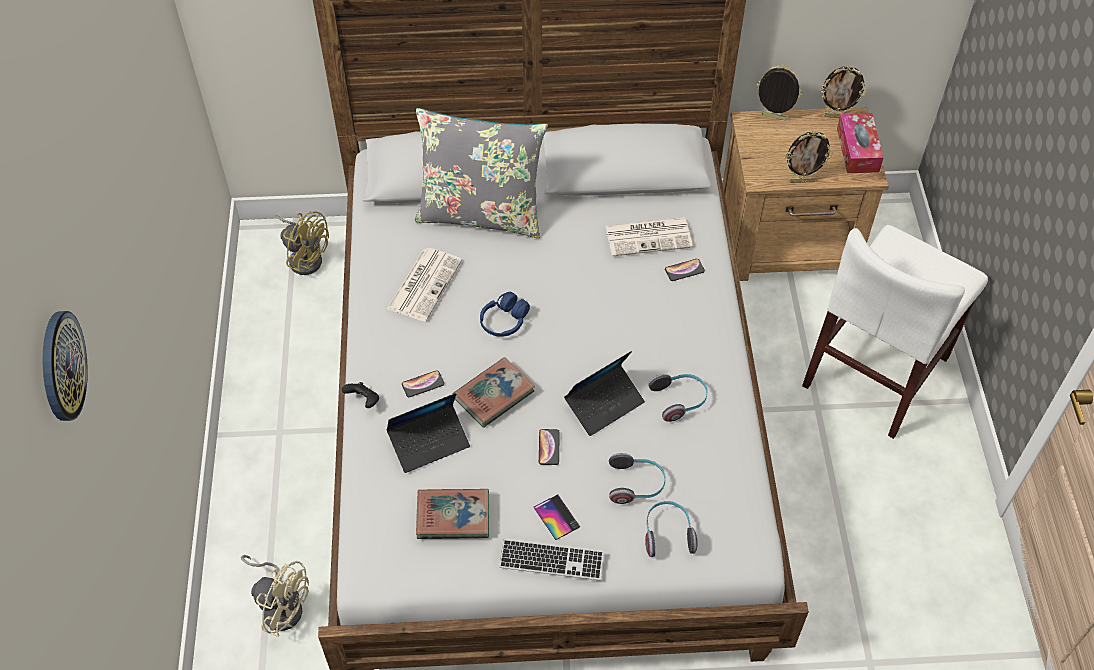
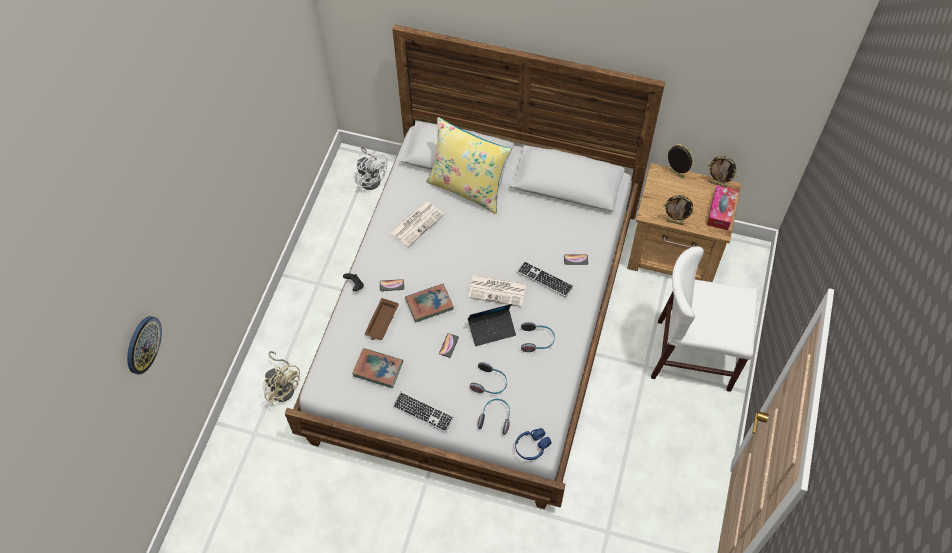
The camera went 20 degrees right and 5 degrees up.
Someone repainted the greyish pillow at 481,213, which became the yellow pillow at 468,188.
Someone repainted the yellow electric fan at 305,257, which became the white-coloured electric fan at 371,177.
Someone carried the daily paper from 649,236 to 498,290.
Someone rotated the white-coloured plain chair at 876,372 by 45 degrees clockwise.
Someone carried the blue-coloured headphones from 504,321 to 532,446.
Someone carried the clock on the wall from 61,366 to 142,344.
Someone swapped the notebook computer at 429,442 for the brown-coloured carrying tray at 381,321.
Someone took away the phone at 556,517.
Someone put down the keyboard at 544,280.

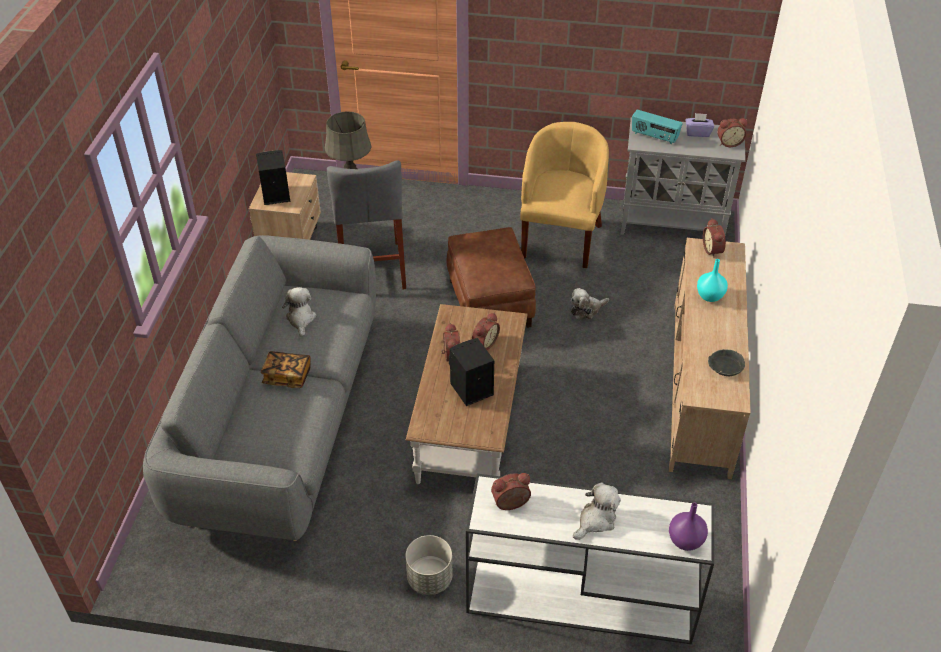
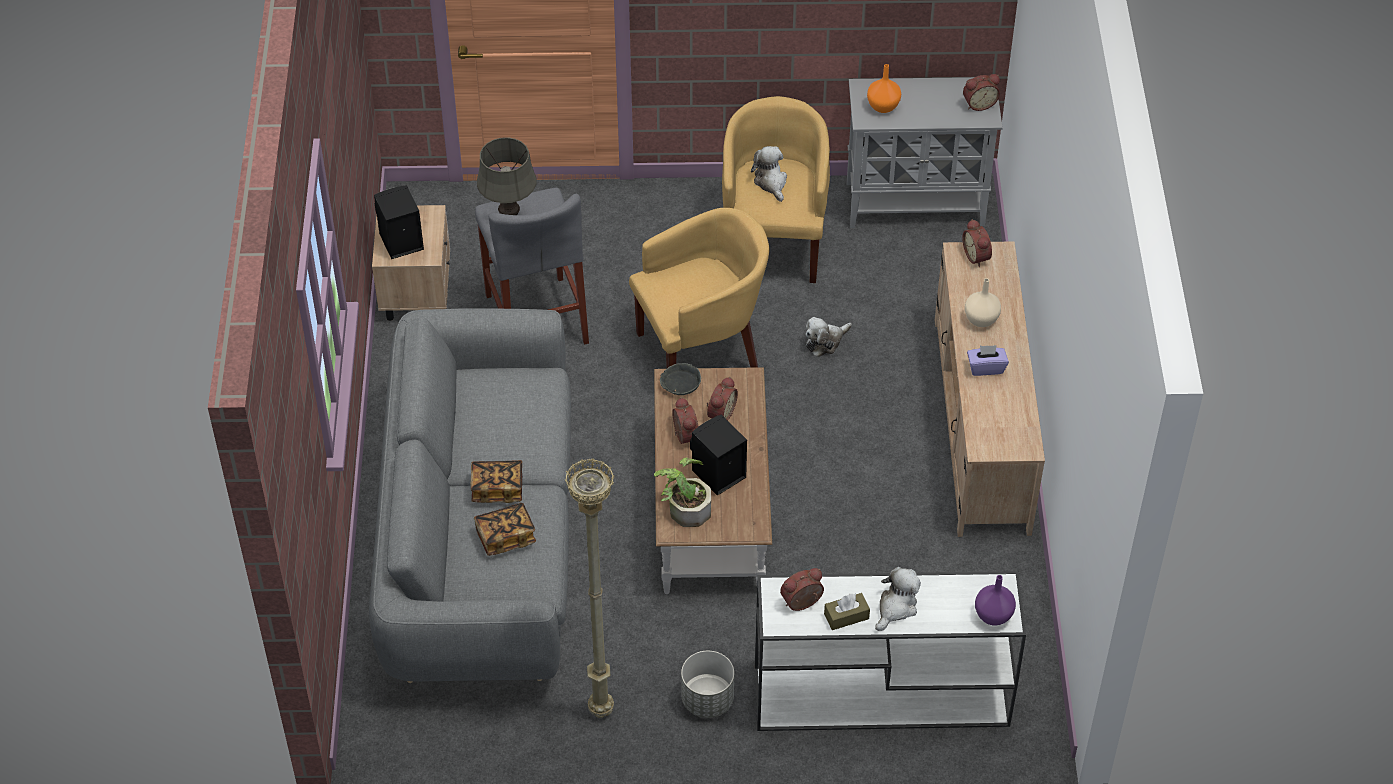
The camera went 10 degrees left and 5 degrees up.
Someone swapped the radio receiver at 654,137 for the orange-coloured flower vase at 883,106.
Someone carried the purple tissue box from 697,133 to 986,367.
Someone swapped the brown-coloured footrest at 490,303 for the yellow lounge chair at 701,348.
Someone repainted the turquoise-coloured flower vase at 710,296, which became the beige flower vase at 981,320.
Someone carried the soft toy from 301,319 to 771,182.
Someone carried the greyish deep dish from 725,366 to 680,383.
Someone put down the beige floor lamp at 601,709.
Someone put down the plant in a pot at 685,507.
Someone put down the book at 505,537.
Someone put down the brown-coloured tissue box at 846,616.

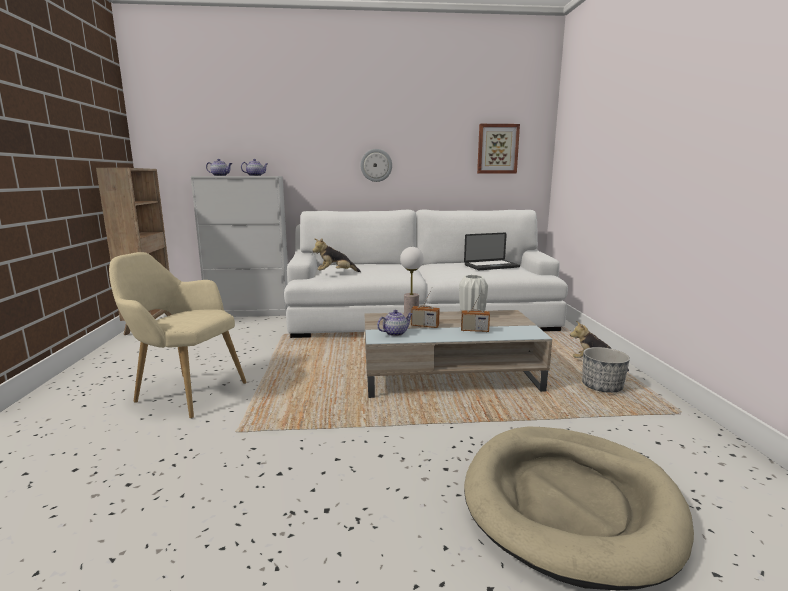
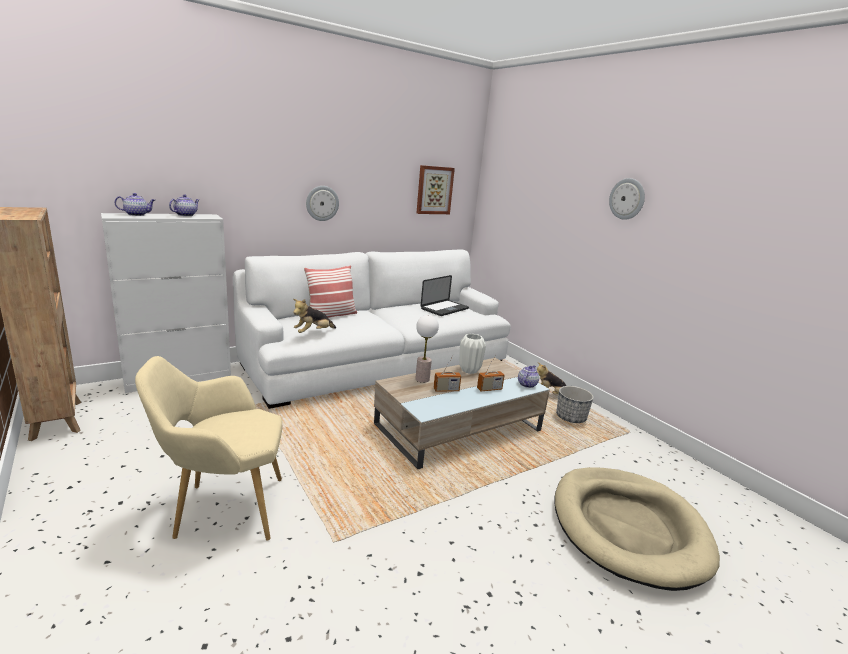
The camera went 30 degrees left and 5 degrees up.
Someone carried the teapot from 395,333 to 527,384.
Someone put up the clock on the wall at 627,199.
Someone put down the pillow at 331,315.

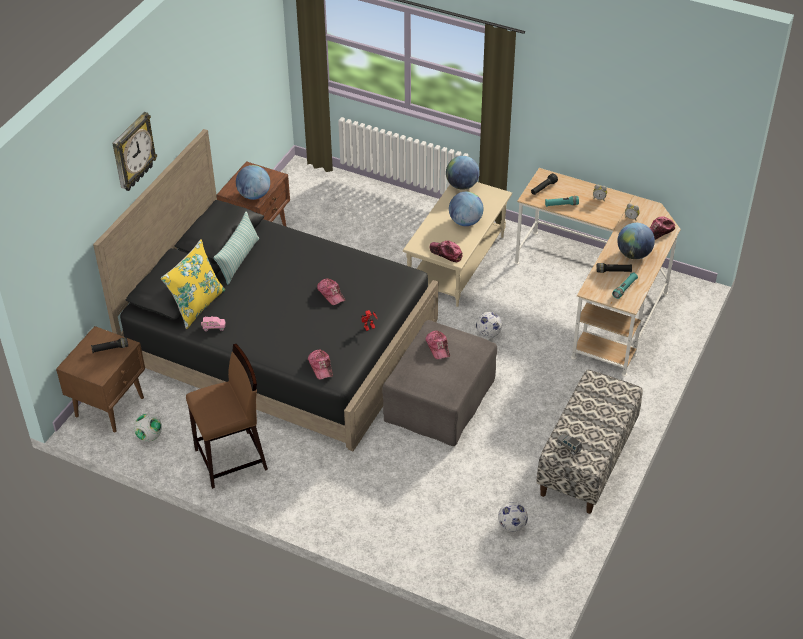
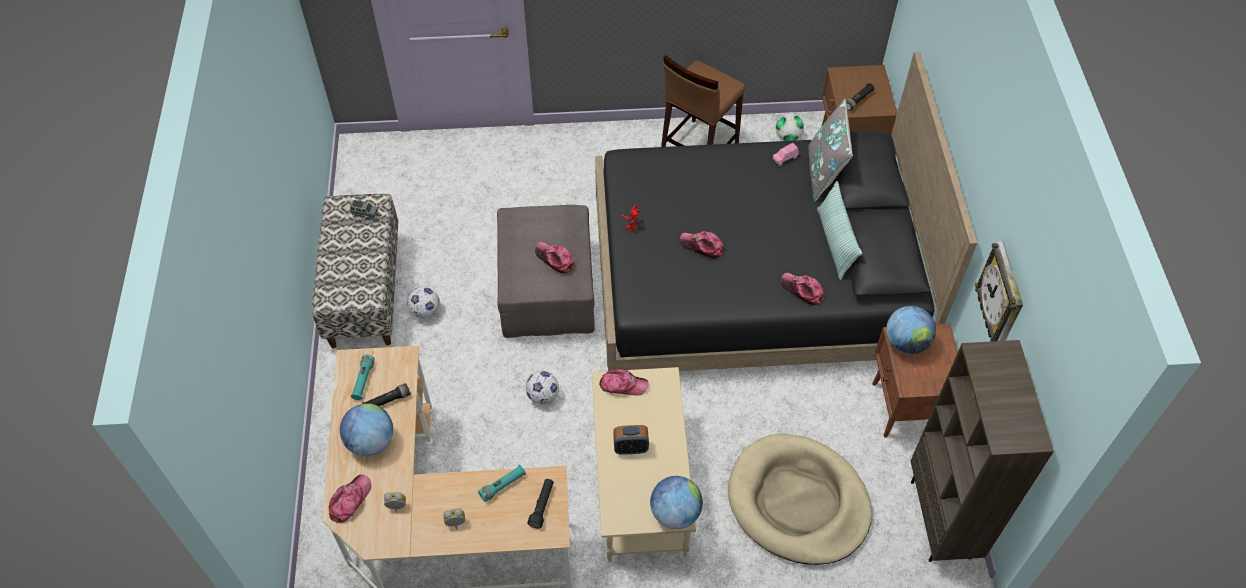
The camera went 150 degrees right and 10 degrees up.
Someone carried the clock on the wall from 132,152 to 1001,298.
Someone swapped the world globe at 465,222 for the alarm clock at 631,448.
Someone repainted the yellow pillow at 197,305, which became the greyish pillow at 824,173.
Someone carried the cap from 321,366 to 802,290.
Someone carried the ball for football from 512,525 to 425,311.
Someone put down the brown-coloured bookshelf at 942,520.
Someone put down the beige dog bed at 798,502.

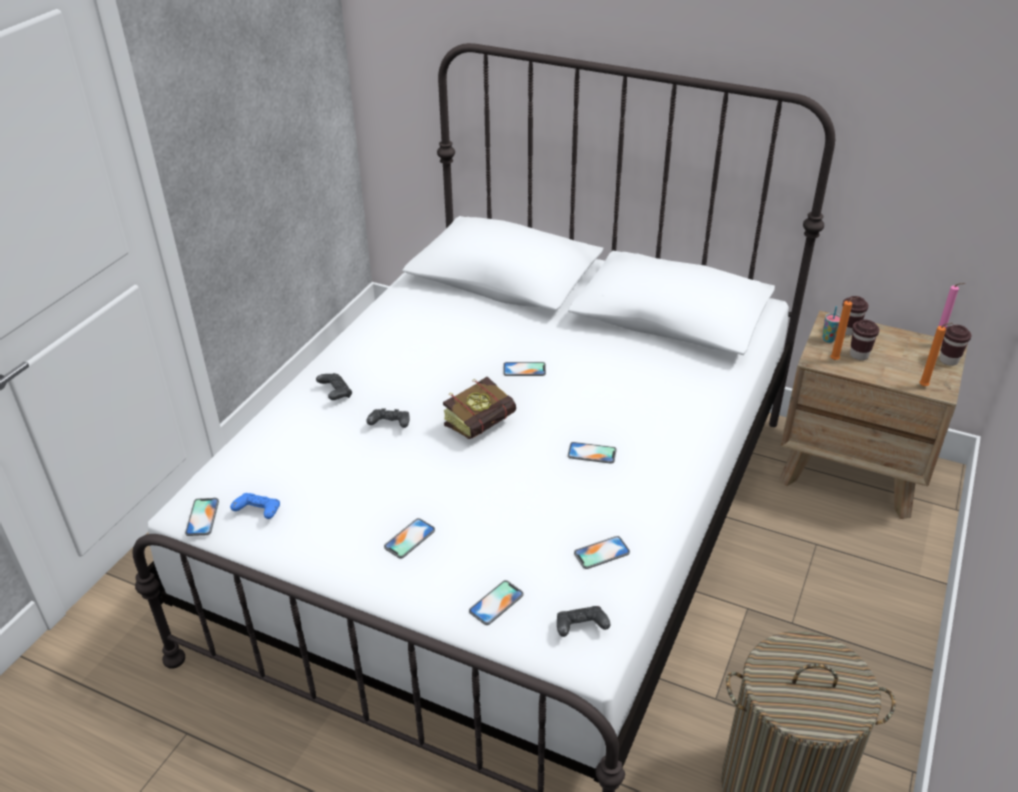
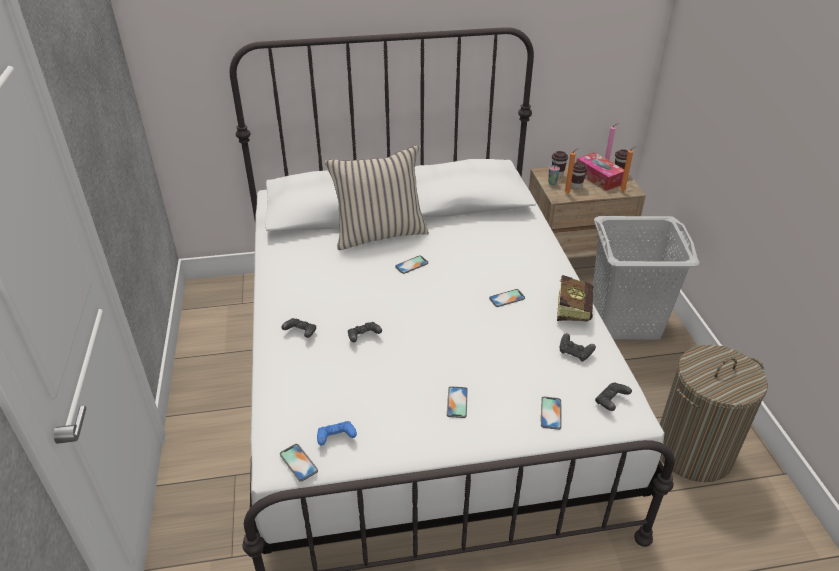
The camera went 35 degrees left and 0 degrees up.
Someone carried the book from 485,423 to 573,308.
Someone swapped the phone at 601,553 for the blackish gamepad at 575,353.
Someone put down the beige pillow at 379,234.
Someone put down the tissue box at 598,177.
Someone put down the greyish washing basket at 625,321.

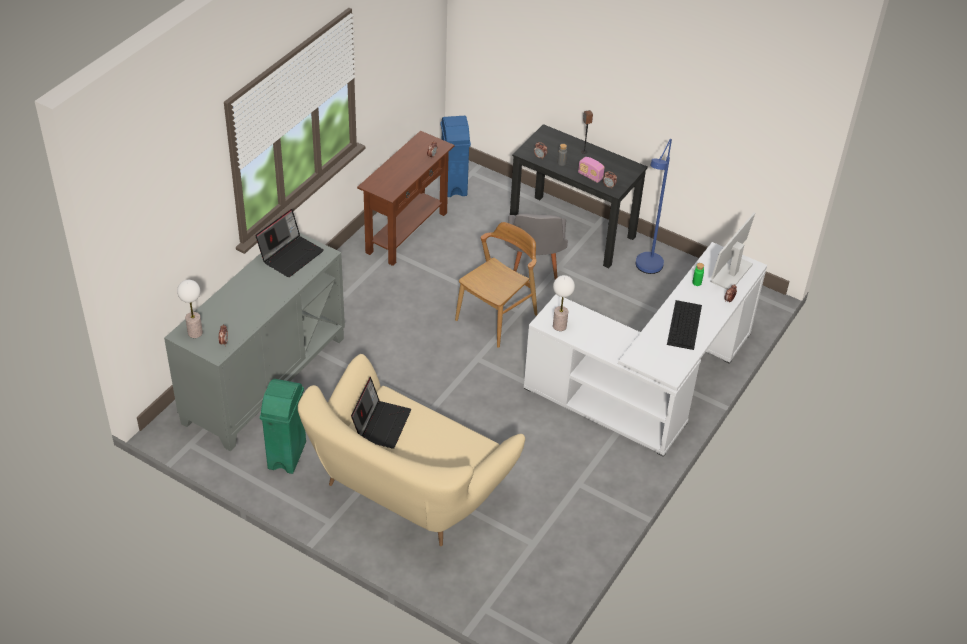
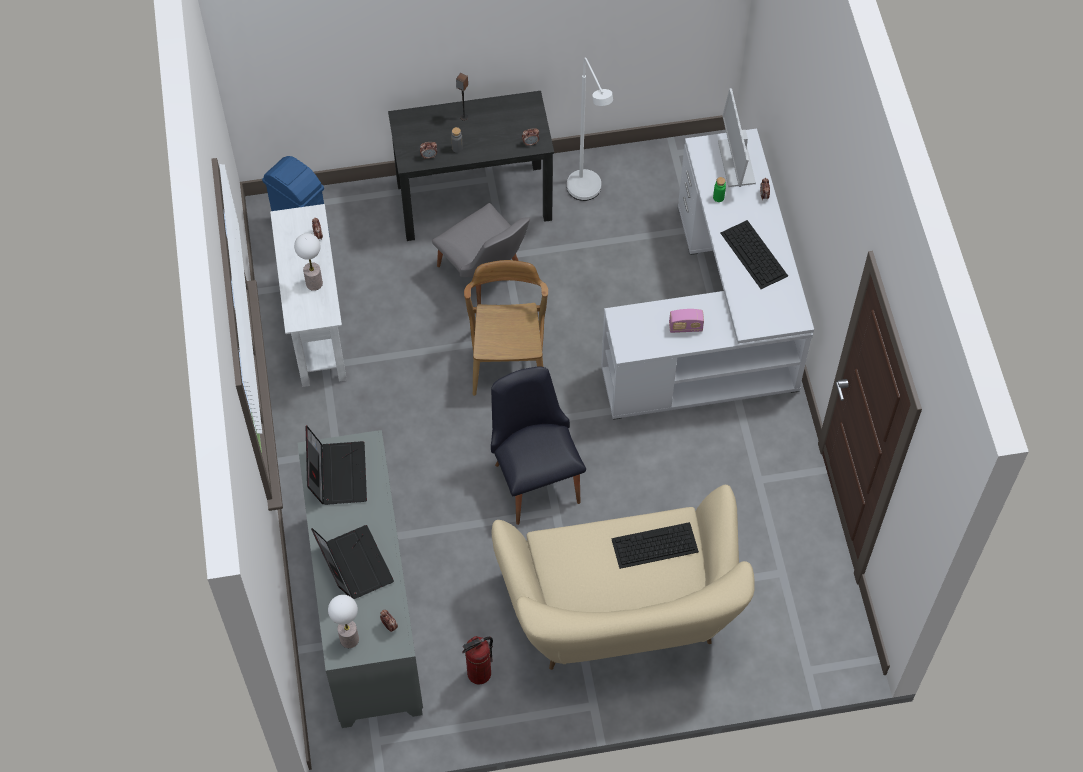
The camera went 40 degrees left and 15 degrees up.
Someone repainted the brown-coloured console table at 406,232, which became the white-coloured console table at 317,329.
Someone repainted the blue-coloured floor lamp at 646,269, which became the white-coloured floor lamp at 587,194.
Someone carried the radio receiver from 590,176 to 685,327.
Someone carried the table lamp from 559,326 to 314,283.
Someone carried the notebook computer from 381,423 to 353,564.
Someone swapped the green trash can at 286,456 for the extinguisher at 479,674.
Someone put down the blackish plain chair at 534,475.
Someone put down the keyboard at 654,546.

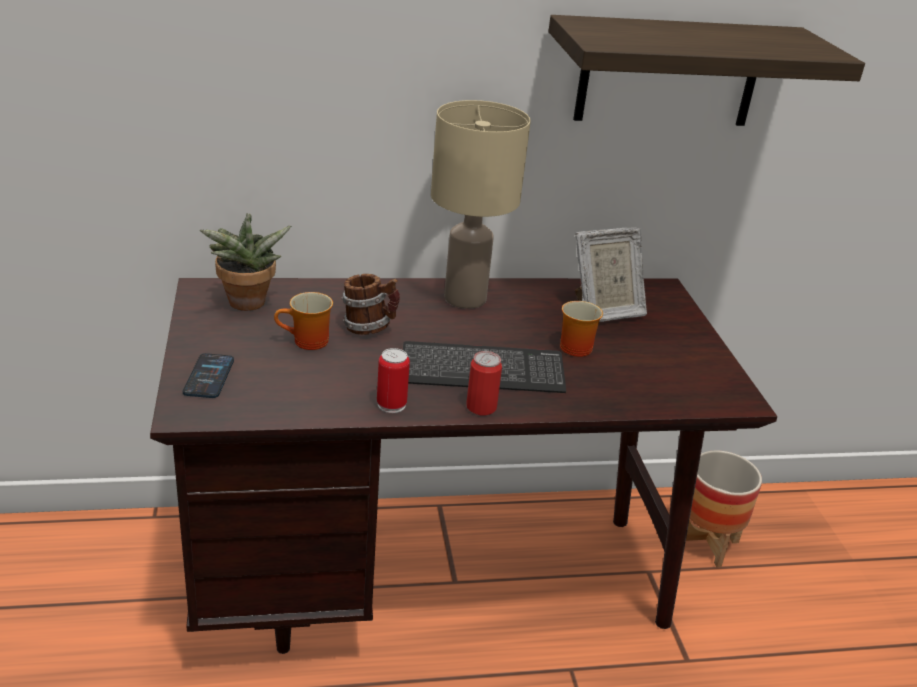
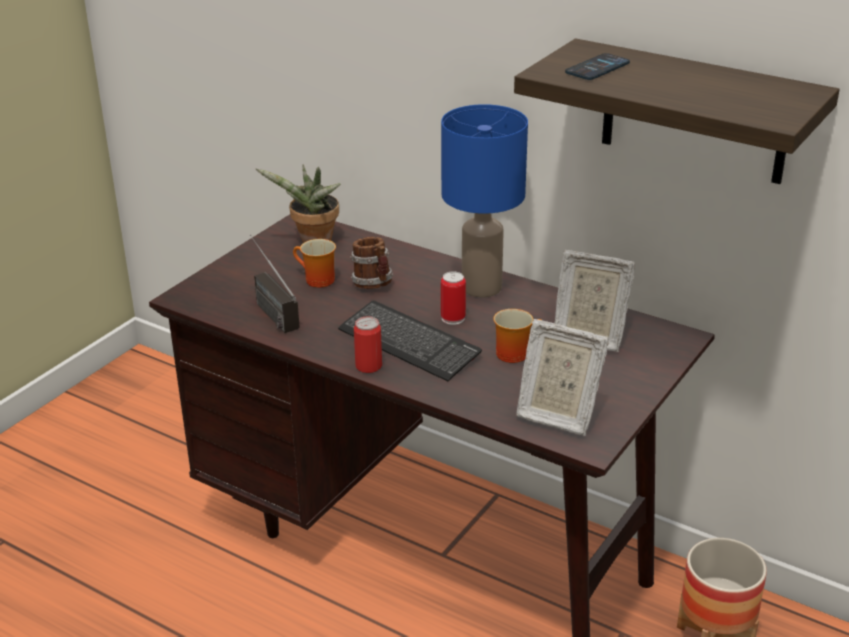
The camera went 45 degrees right and 0 degrees up.
Someone repainted the beige table lamp at 466,299, which became the blue-coloured table lamp at 481,288.
Someone carried the metal can from 391,404 to 453,318.
Someone carried the phone from 209,377 to 597,68.
Someone put down the radio receiver at 268,308.
Someone put down the standing frame at 556,414.

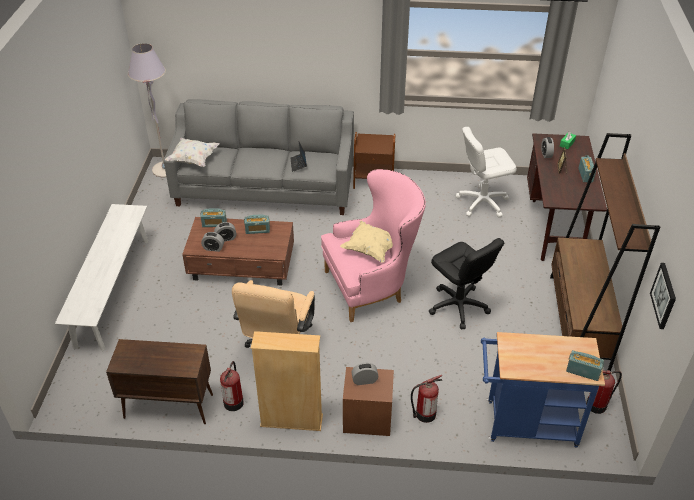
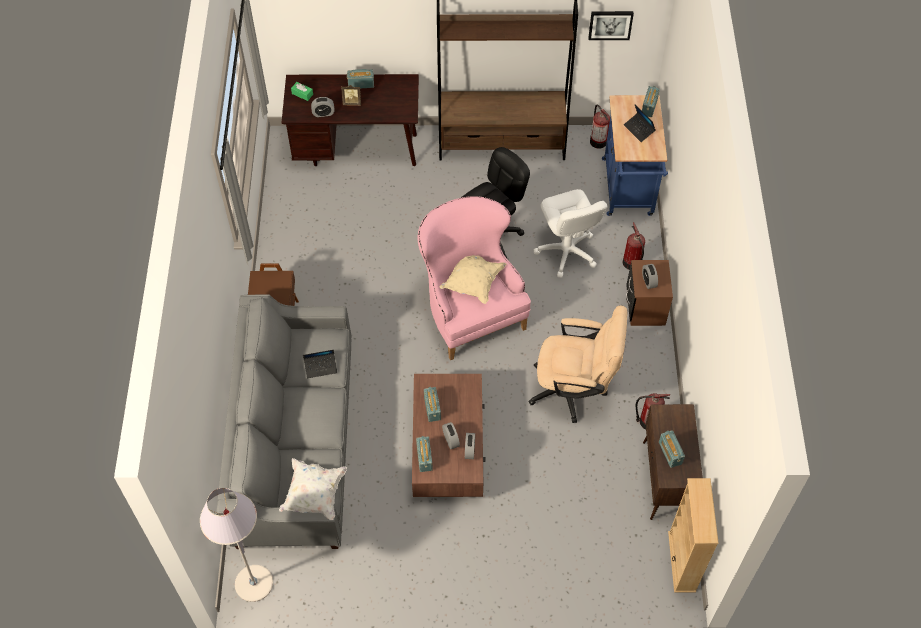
The camera went 95 degrees left and 15 degrees up.
Someone carried the white-coloured desk chair from 482,202 to 566,252.
Someone took away the white-coloured long seat at 113,291.
Someone carried the beige bookshelf from 291,421 to 682,561.
Someone put down the notebook computer at 639,129.
Someone put down the radio receiver at 670,453.

